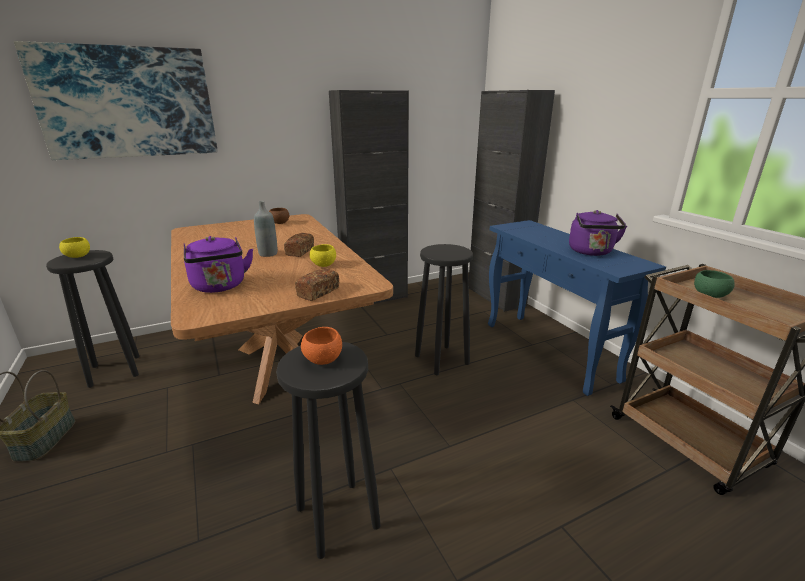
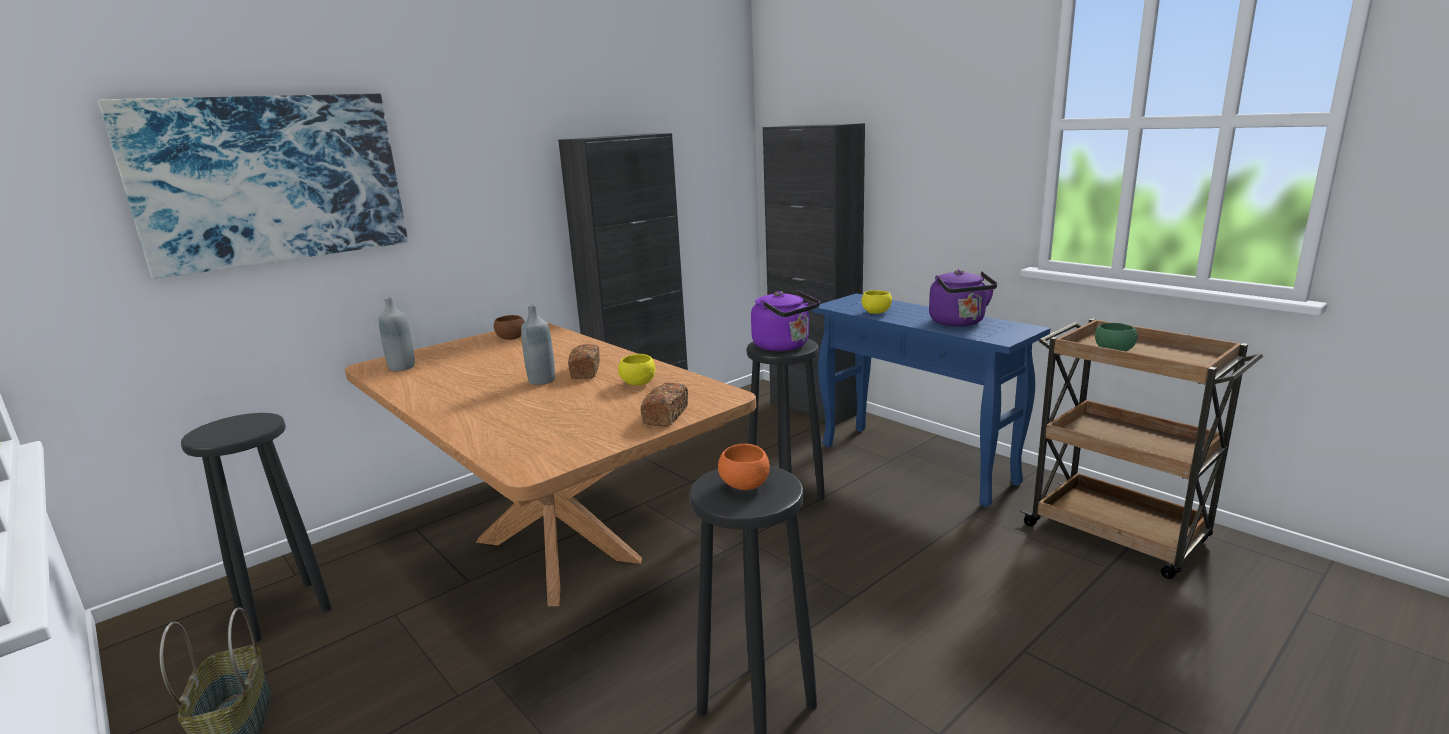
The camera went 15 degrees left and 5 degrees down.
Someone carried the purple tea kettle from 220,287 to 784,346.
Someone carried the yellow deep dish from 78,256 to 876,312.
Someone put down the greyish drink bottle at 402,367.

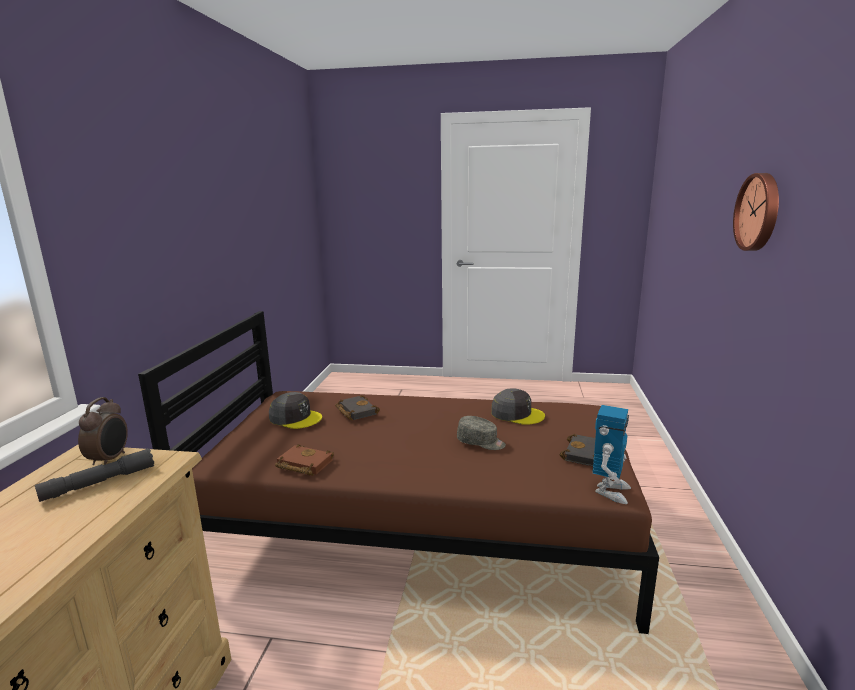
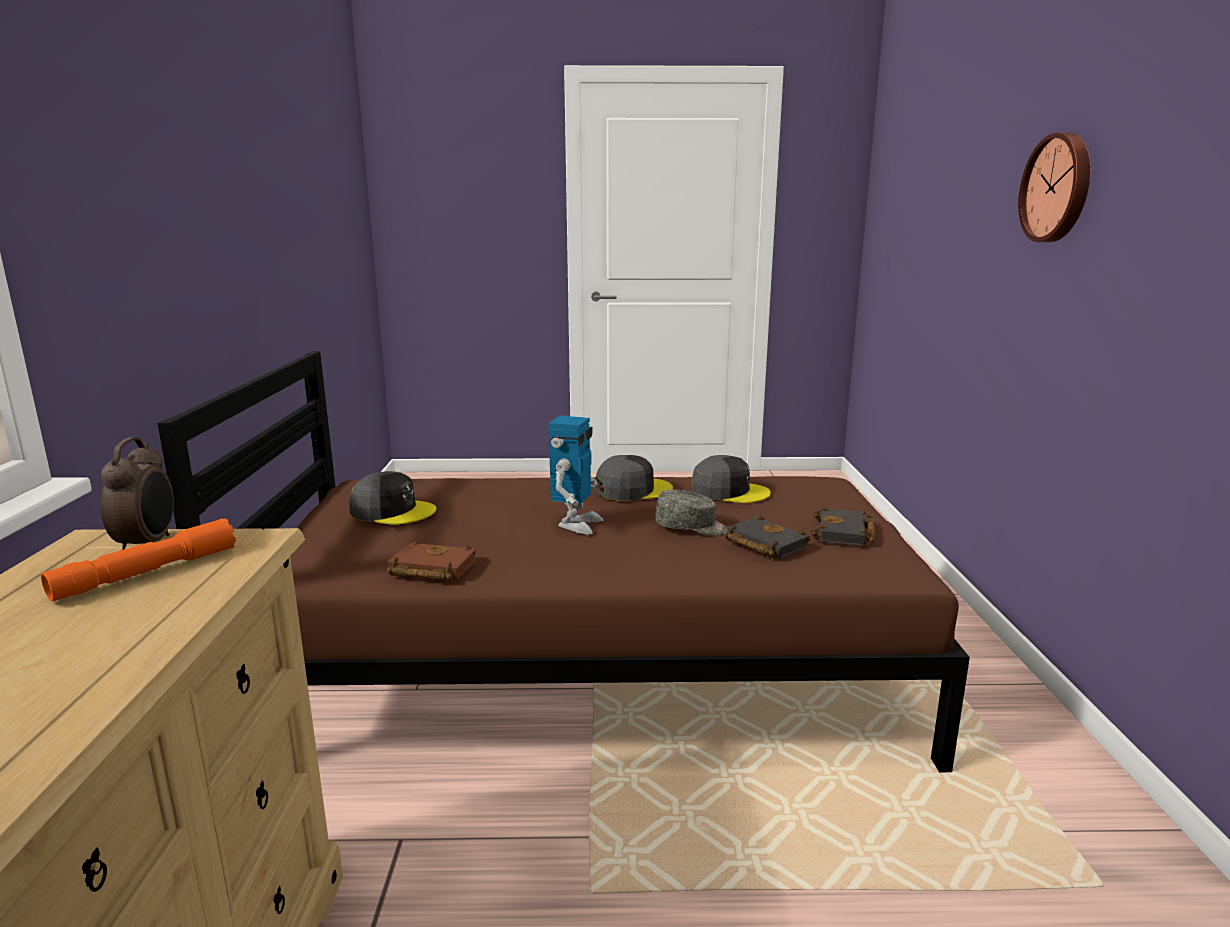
The camera went 10 degrees left and 0 degrees up.
Someone carried the blackish book from 355,411 to 762,544.
Someone carried the robot figure from 610,491 to 576,524.
Someone repainted the greyish flashlight at 99,483, which became the orange-coloured flashlight at 147,573.
Someone put down the greyish cap at 632,490.

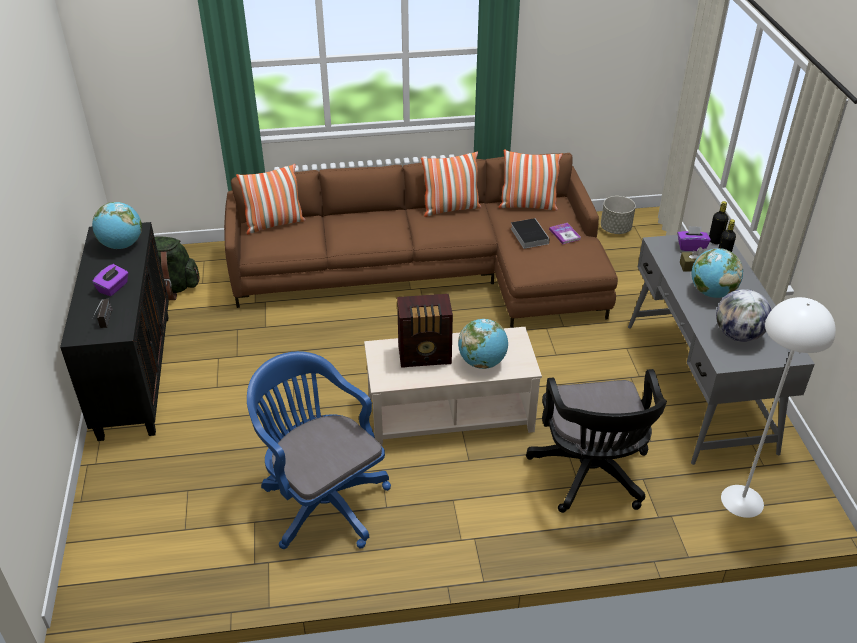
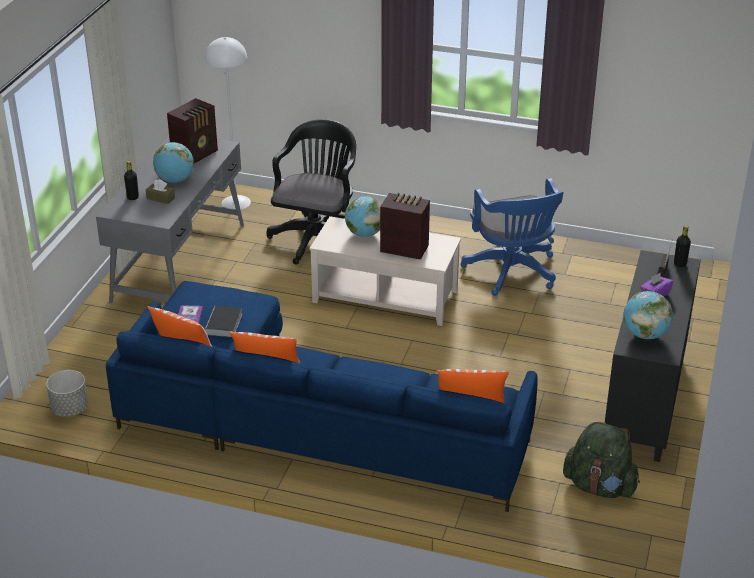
The camera went 155 degrees left and 5 degrees down.
Someone repainted the brown-coloured sofa at 432,272, which became the blue-coloured sofa at 306,419.
Someone carried the blackish drink bottle from 715,241 to 680,264.
Someone took away the purple tissue box at 691,247.
Someone swapped the world globe at 738,335 for the radio receiver at 196,154.

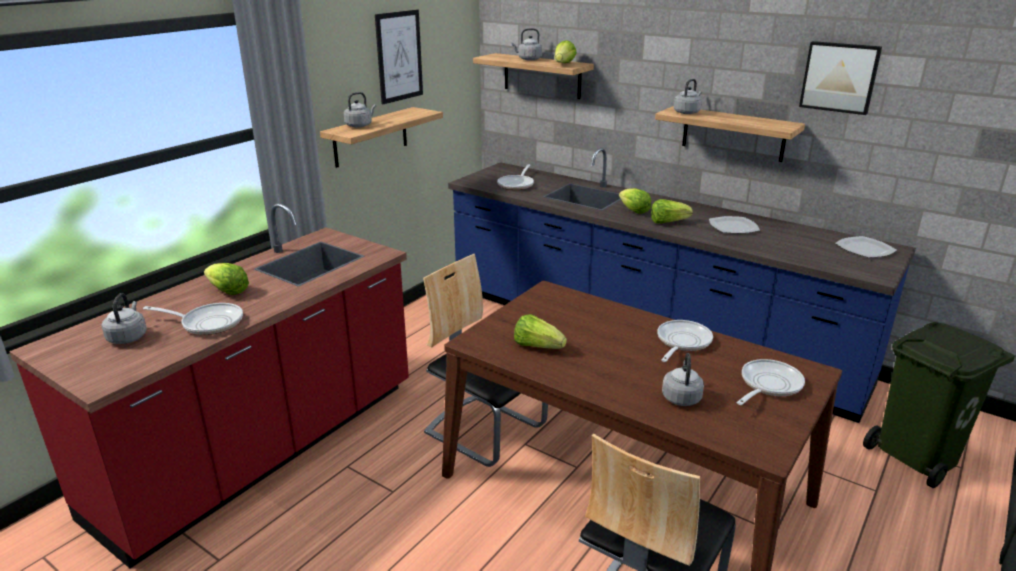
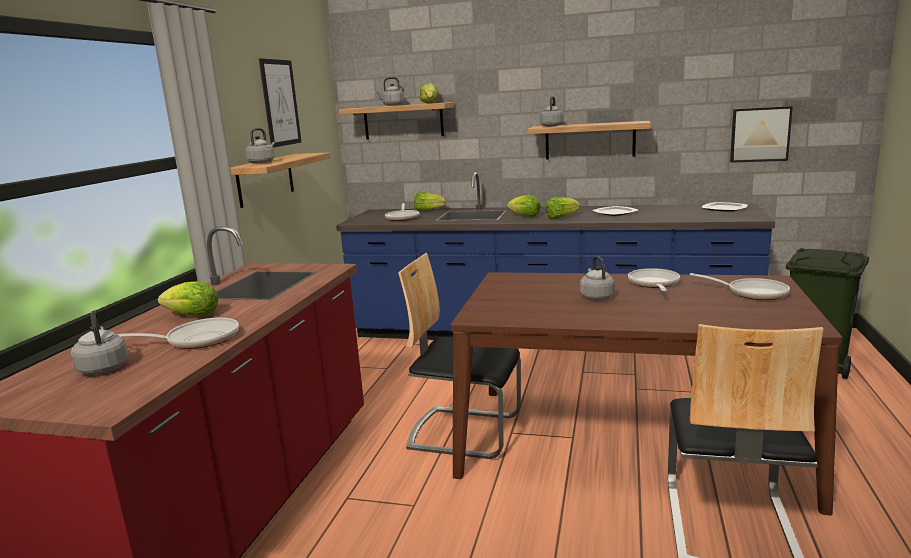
The camera went 20 degrees left and 10 degrees down.
Someone carried the wall picture from 839,77 to 759,134.
Someone carried the lettuce head from 537,346 to 428,210.
Someone carried the greyish tea kettle from 681,397 to 596,296.
Someone rotated the skillet at 768,385 by 105 degrees clockwise.

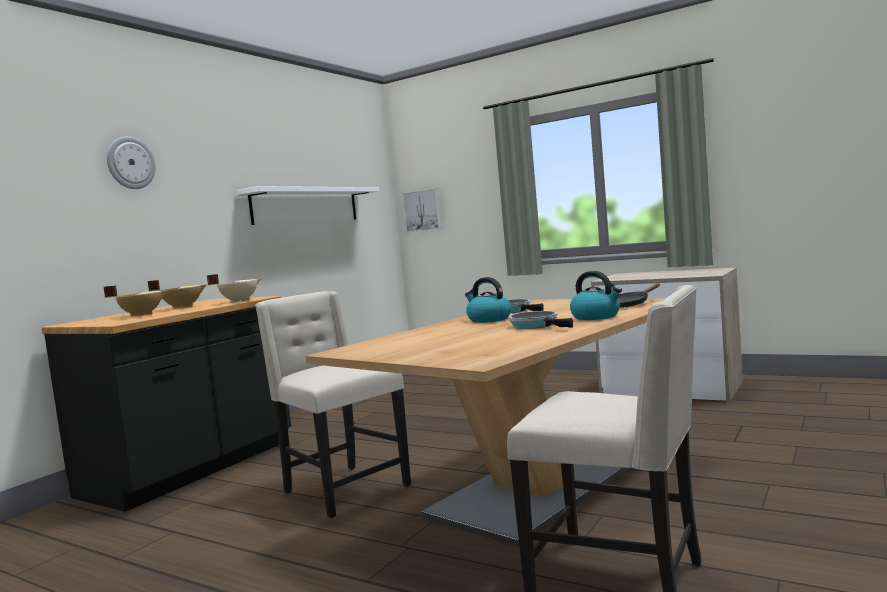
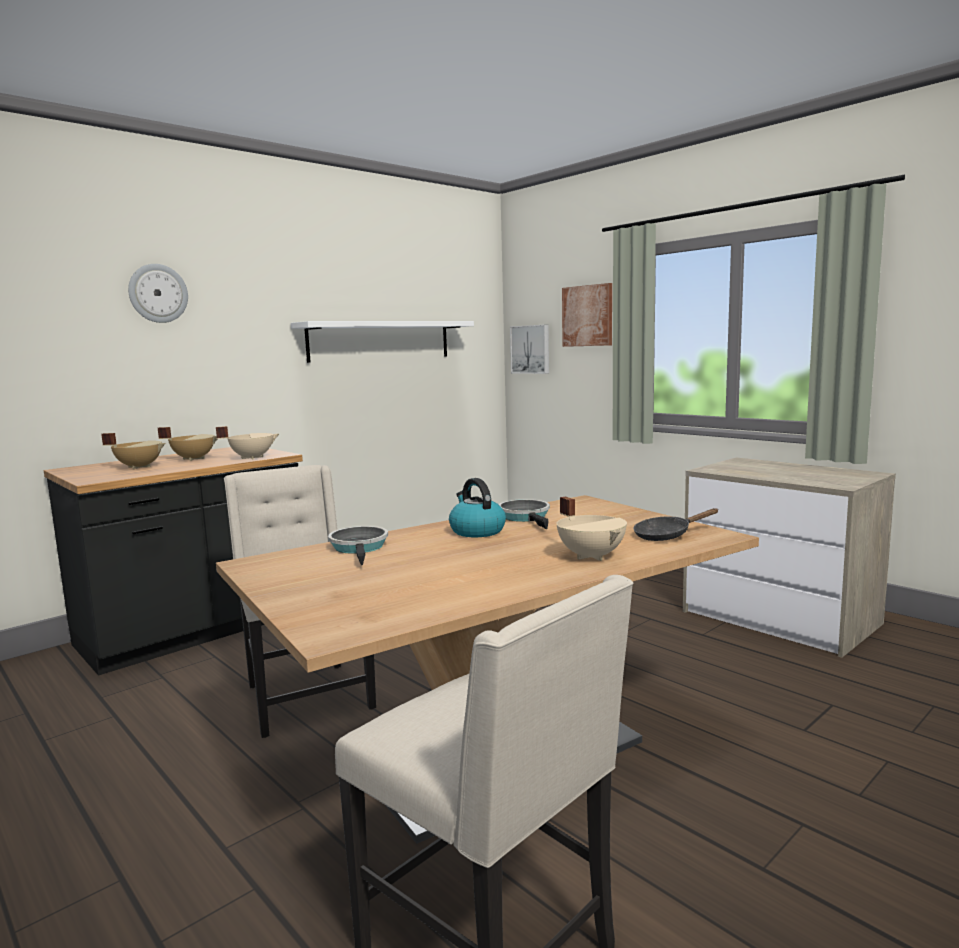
The camera went 15 degrees right and 5 degrees up.
Someone swapped the tea kettle at 596,317 for the beige stockpot at 592,556.
Someone carried the skillet from 537,325 to 360,548.
Someone put up the wall picture at 588,316.

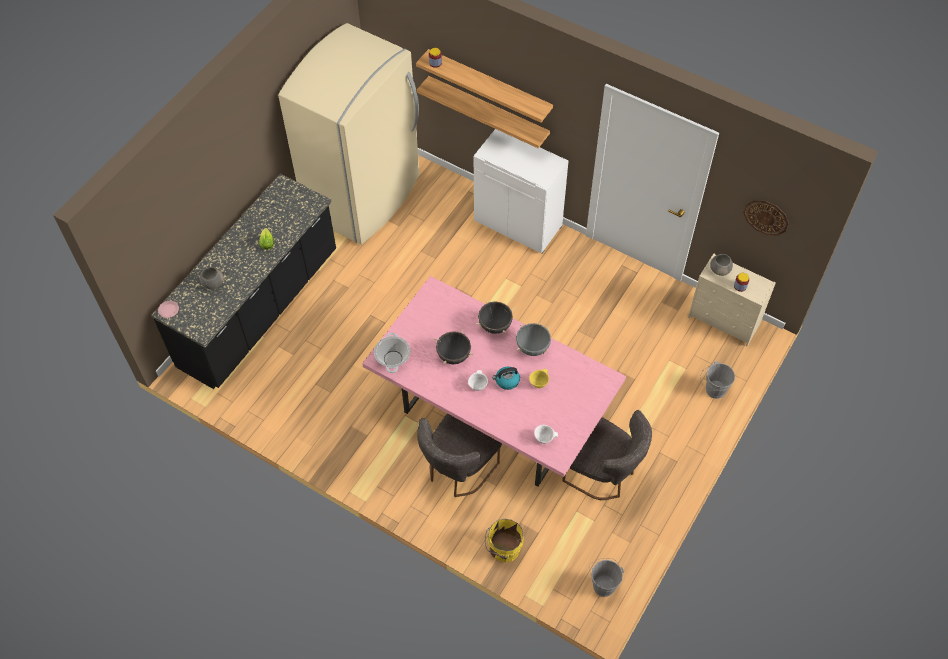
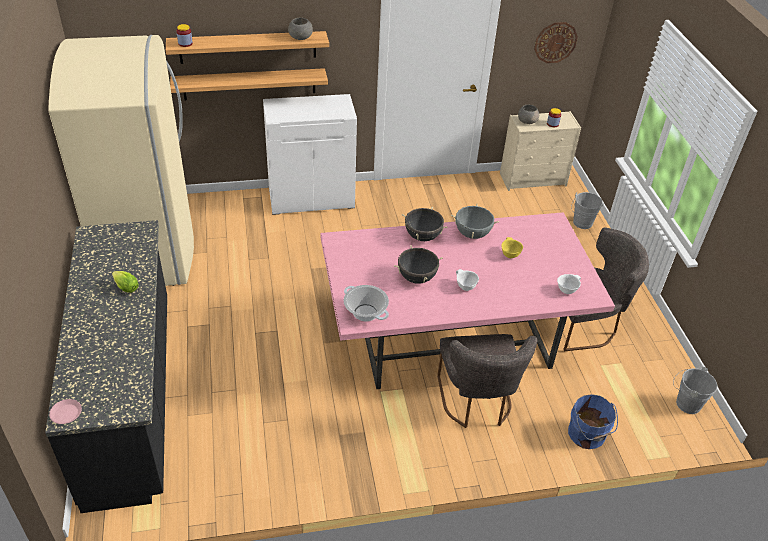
The camera went 45 degrees left and 15 degrees down.
Someone carried the greyish deep dish from 212,283 to 300,37.
Someone took away the tea kettle at 507,381.
Someone repainted the yellow pail at 504,548, which became the blue-coloured pail at 587,435.

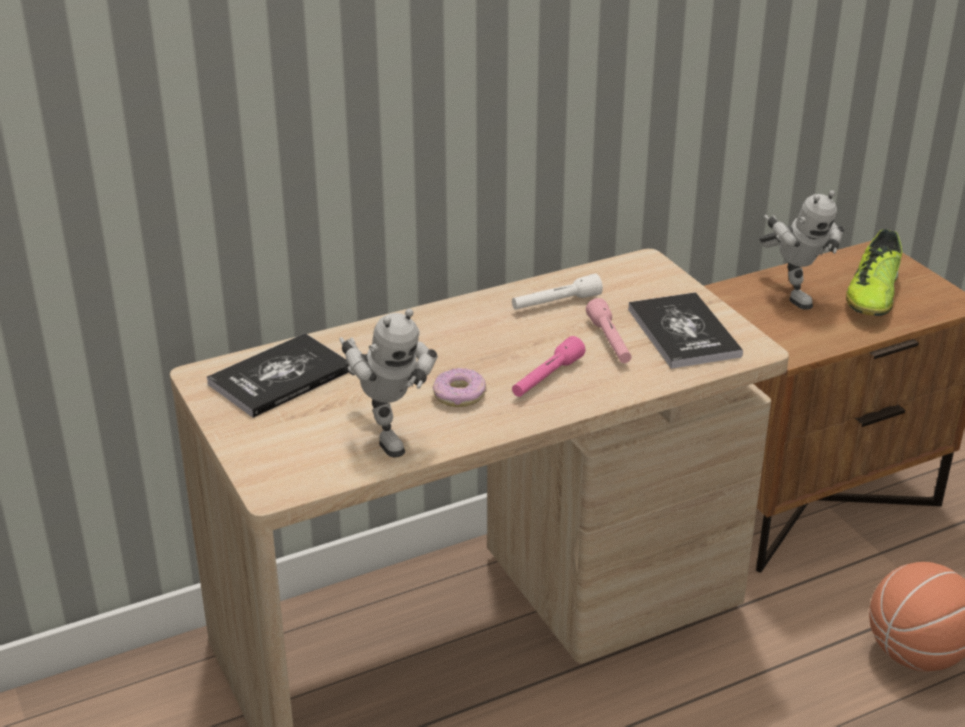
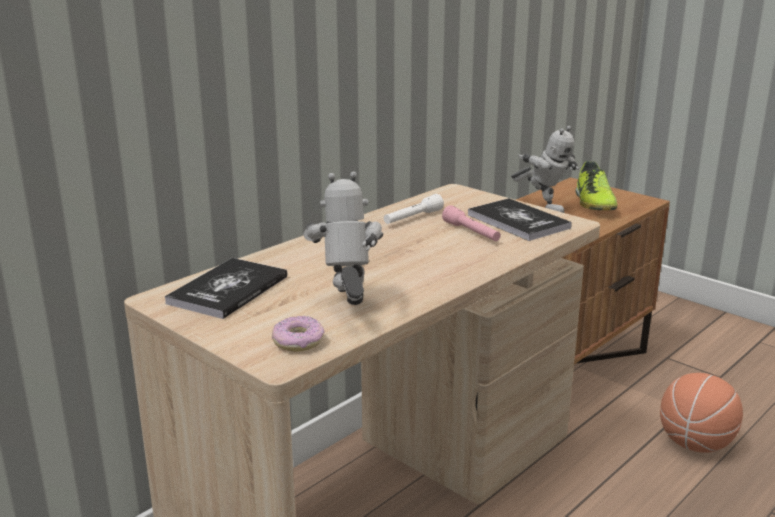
The camera went 20 degrees left and 10 degrees down.
Someone rotated the robot figure at 387,432 by 135 degrees counterclockwise.
Someone took away the pink flashlight at 546,378.
Someone carried the ring doughnut from 460,395 to 298,341.

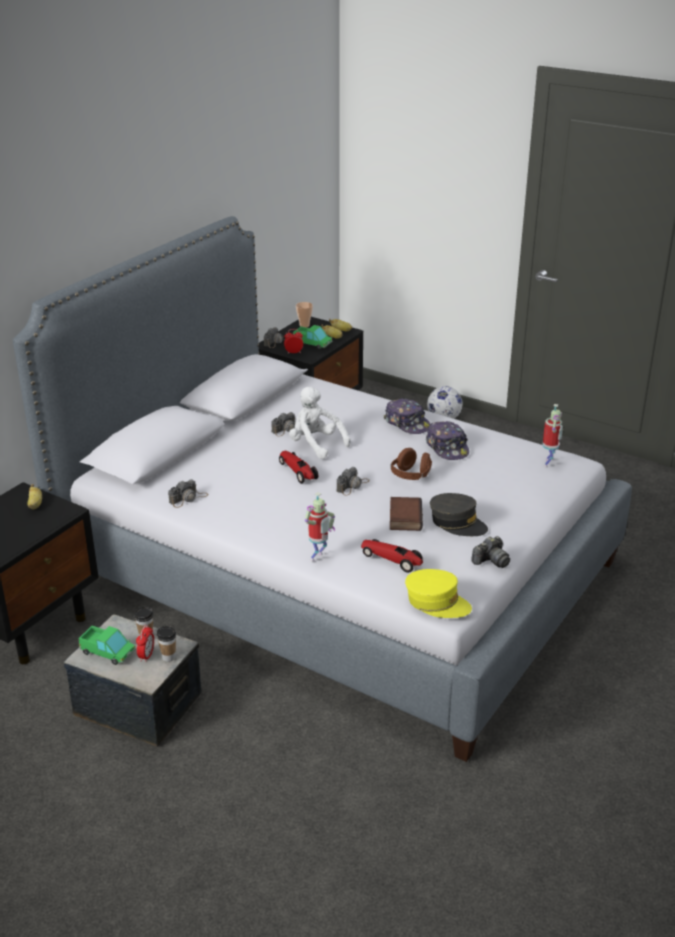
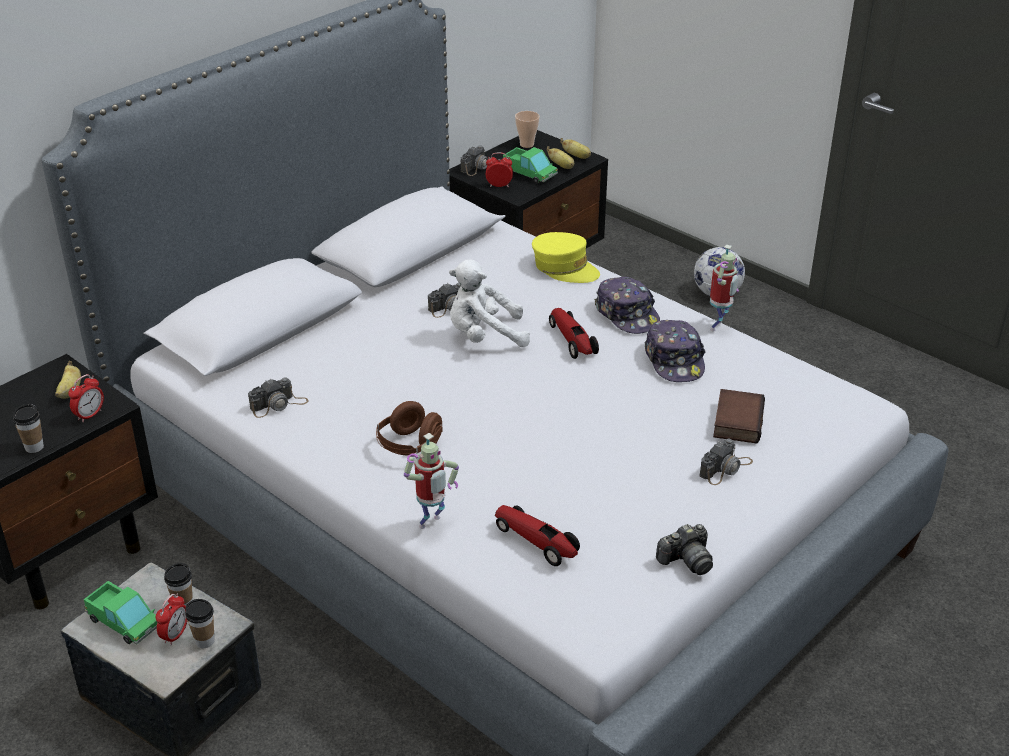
The camera went 10 degrees right and 5 degrees up.
Someone rotated the white-coloured soft toy at 315,445 by 60 degrees counterclockwise.
Someone carried the robot figure from 549,464 to 719,327.
Someone carried the brown-coloured headphones from 411,476 to 409,446.
Someone carried the toy car from 298,472 to 572,340.
Someone carried the still camera from 352,486 to 725,468.
Someone took away the greyish cap at 457,523.
Someone carried the book from 404,517 to 736,421.
Someone carried the yellow cap from 437,602 to 565,268.
Someone put down the alarm clock at 90,415.
Someone put down the drinking cup at 34,447.

